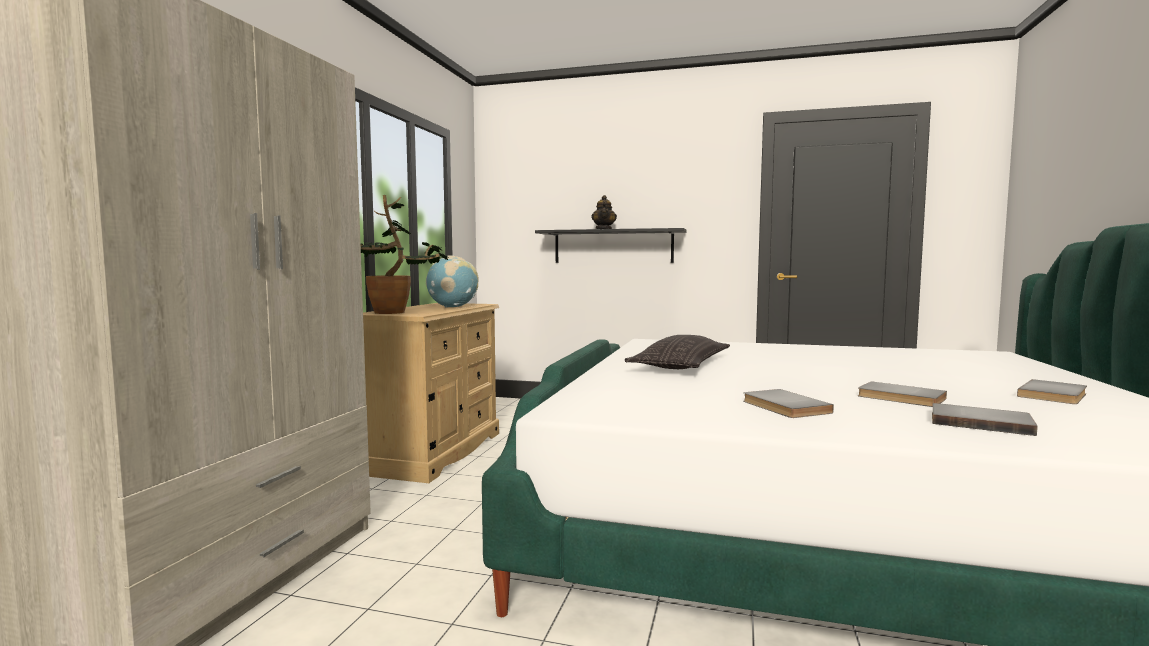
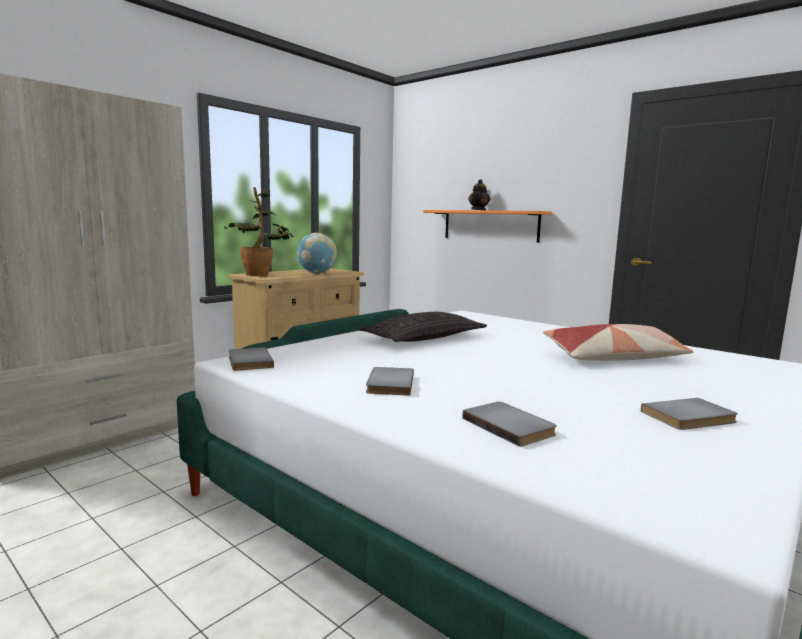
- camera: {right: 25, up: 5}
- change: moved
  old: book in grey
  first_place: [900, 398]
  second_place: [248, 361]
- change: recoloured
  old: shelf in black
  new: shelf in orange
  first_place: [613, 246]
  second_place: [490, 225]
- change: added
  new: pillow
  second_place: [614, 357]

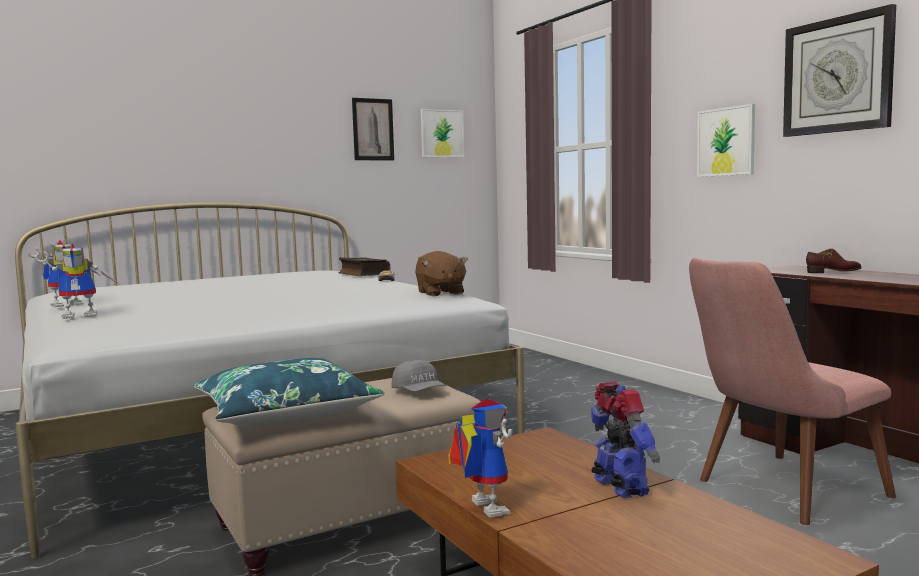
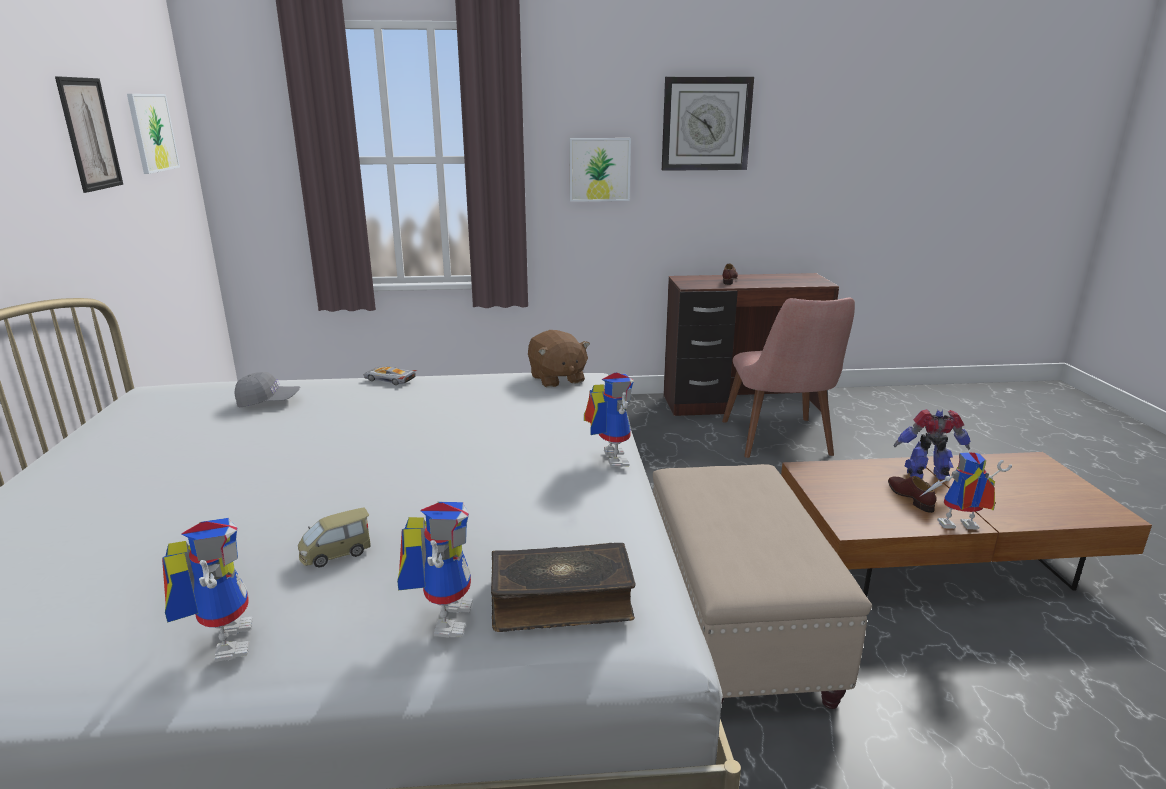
- camera: {right: -65, up: 15}
- change: moved
  old: cap in grey
  first_place: [419, 392]
  second_place: [268, 402]
- change: added
  new: toy car
  second_place: [336, 553]
- change: moved
  old: book
  first_place: [363, 274]
  second_place: [561, 601]
- change: turned
  old: plush toy in brown
  first_place: [440, 293]
  second_place: [556, 379]
  degrees: 60
- change: added
  new: toy robot
  second_place: [608, 458]
- change: added
  new: shoe in brown
  second_place: [910, 497]
- change: removed
  old: pillow in blue
  first_place: [286, 413]

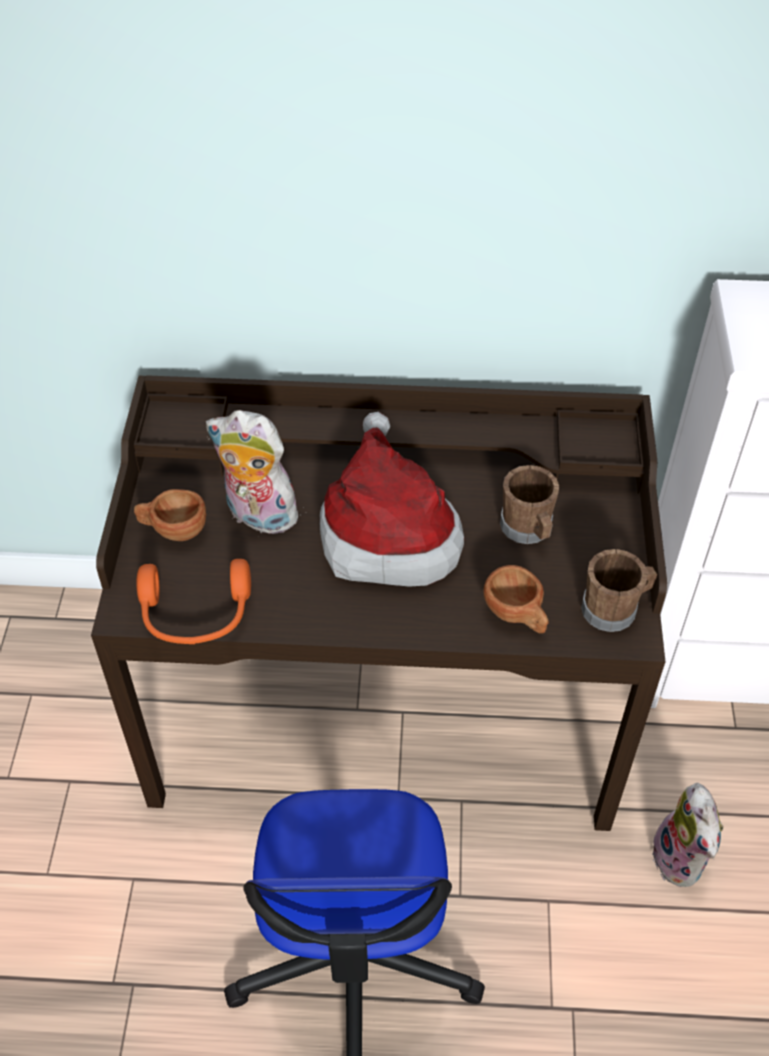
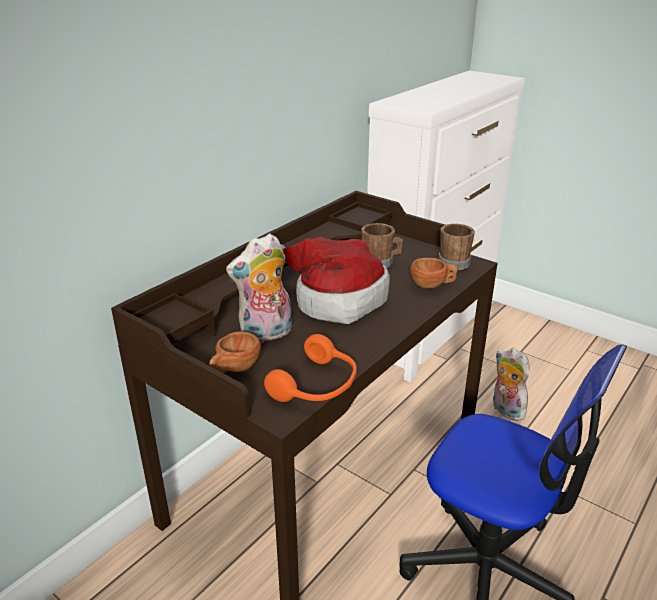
- camera: {right: -55, up: -20}
- change: turned
  old: plush toy
  first_place: [682, 859]
  second_place: [505, 410]
  degrees: -150

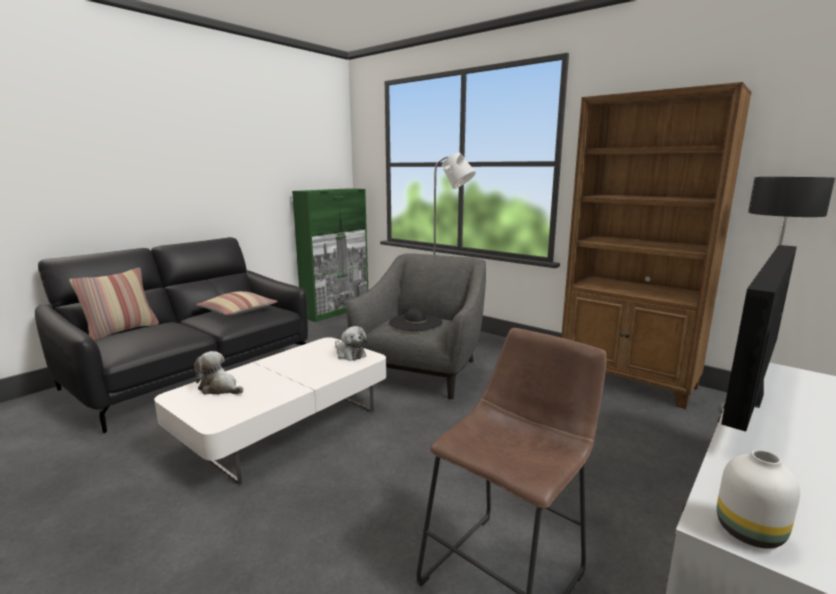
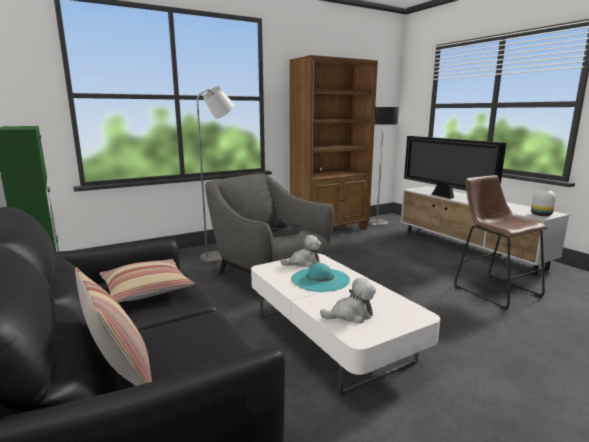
- camera: {right: -70, up: 0}
- change: added
  new: hat in turquoise
  second_place: [320, 279]
- change: turned
  old: plush toy
  first_place: [220, 388]
  second_place: [351, 315]
  degrees: -150

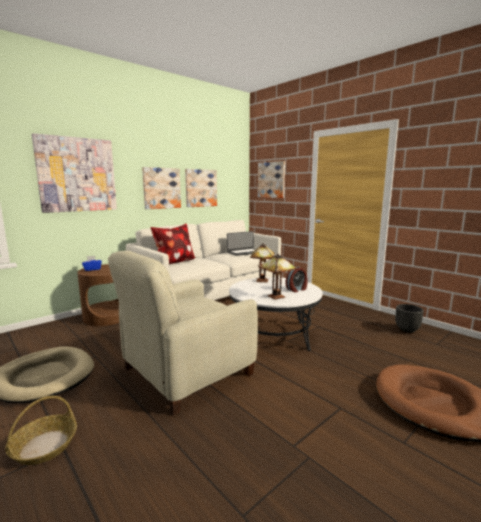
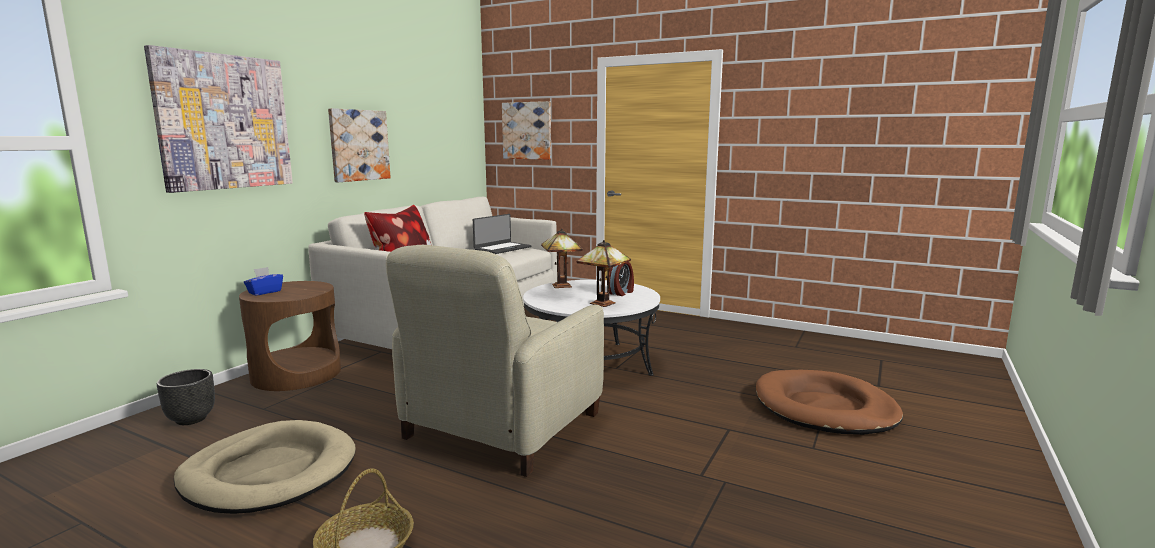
- camera: {right: -20, up: 0}
- change: moved
  old: planter in black
  first_place: [407, 330]
  second_place: [192, 419]
- change: removed
  old: picture
  first_place: [201, 188]

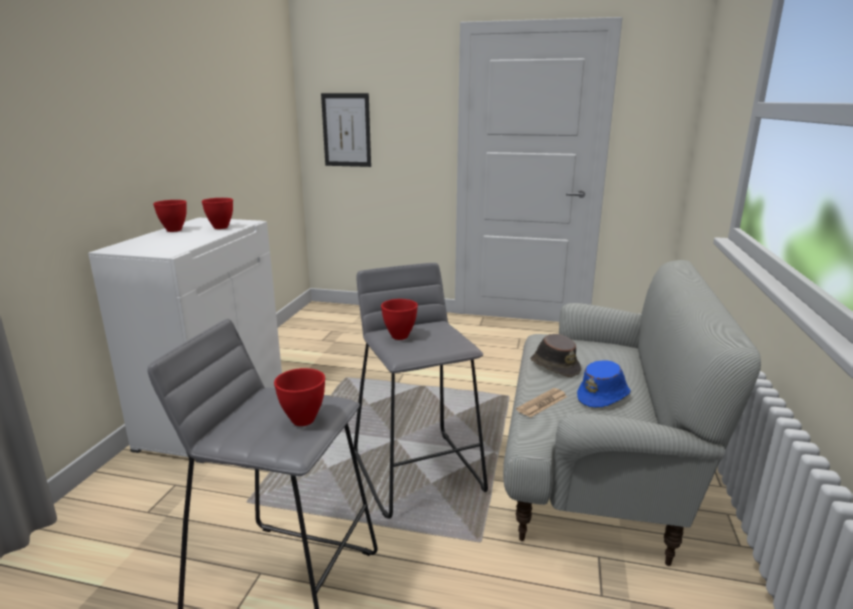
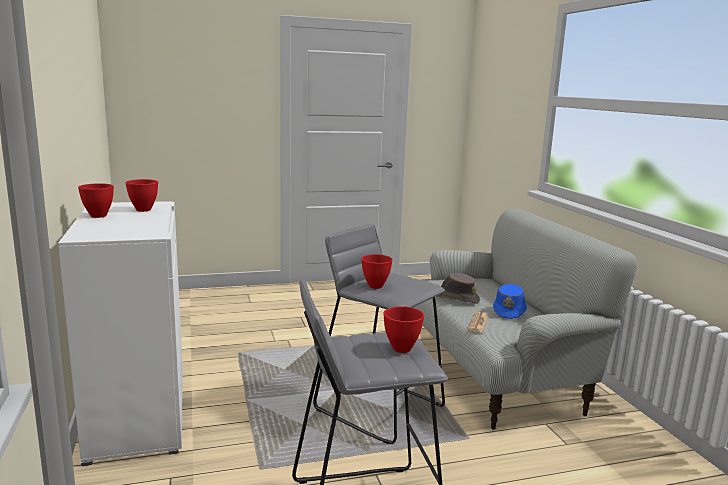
- camera: {right: -30, up: -5}
- change: removed
  old: picture
  first_place: [346, 130]

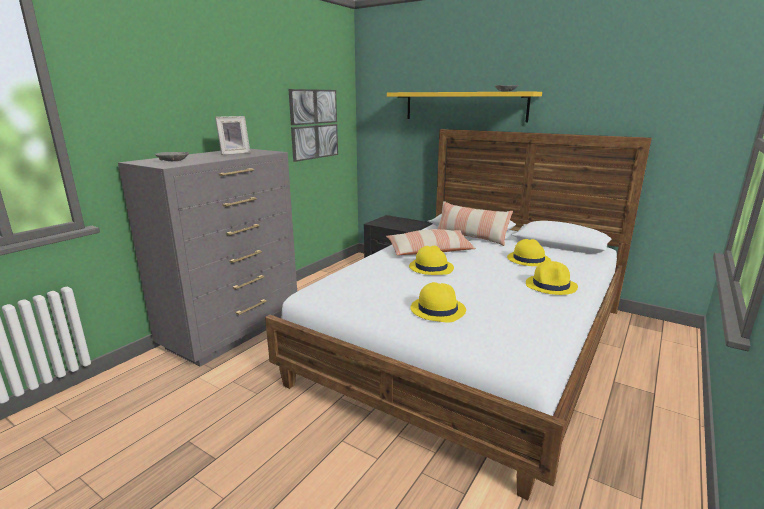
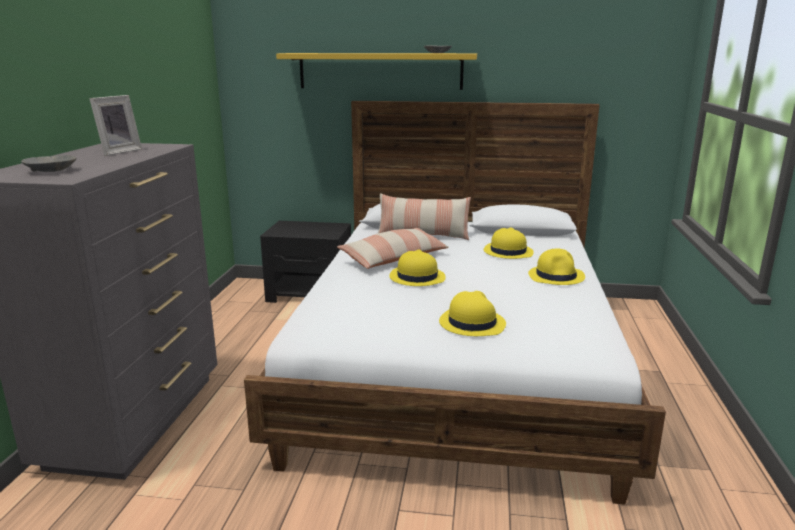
- camera: {right: -25, up: 0}
- change: removed
  old: picture
  first_place: [314, 124]

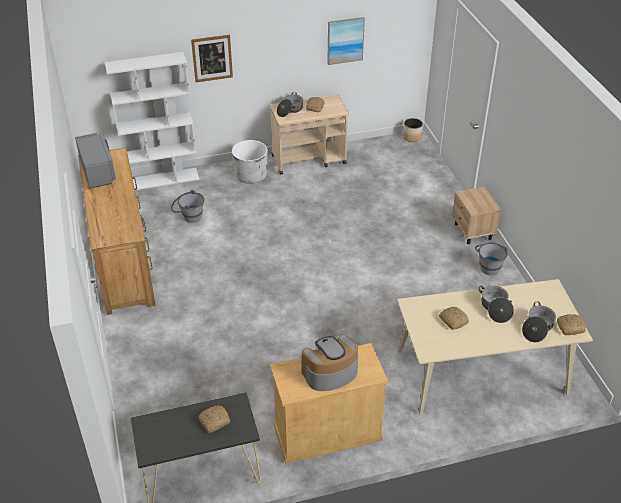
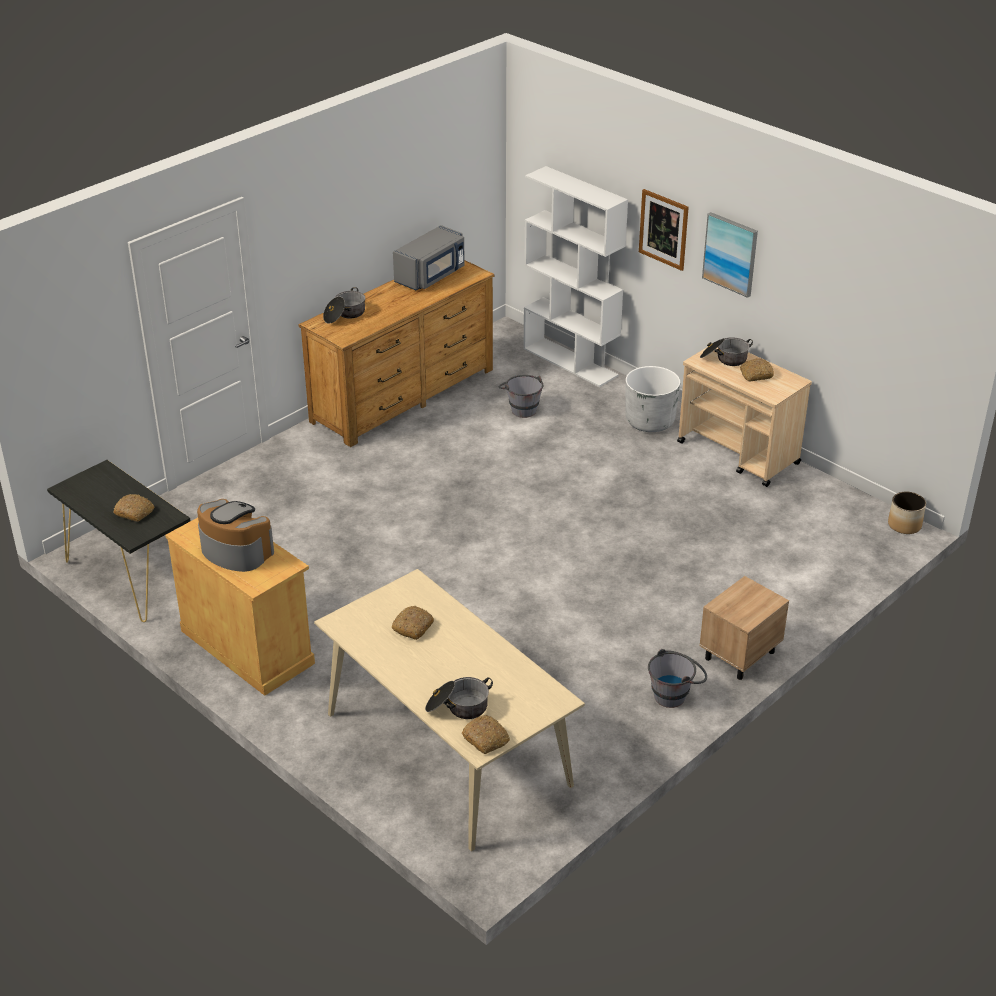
- camera: {right: 60, up: -5}
- change: moved
  old: cooking pot
  first_place: [495, 308]
  second_place: [345, 315]
- change: moved
  old: picture
  first_place: [345, 40]
  second_place: [730, 254]

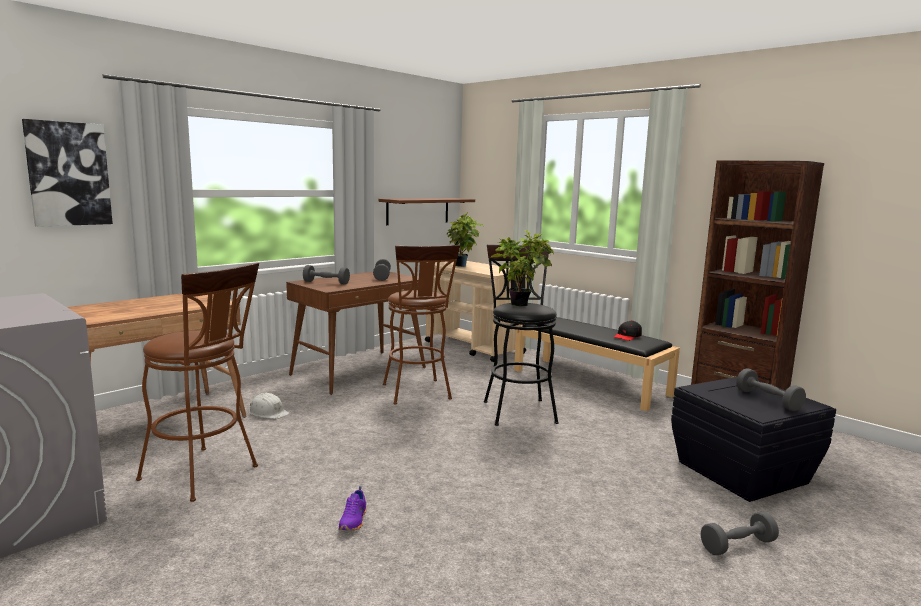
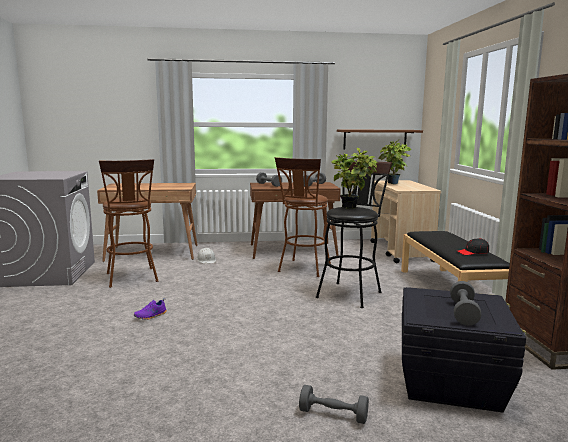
- camera: {right: 40, up: 0}
- change: removed
  old: picture
  first_place: [68, 174]

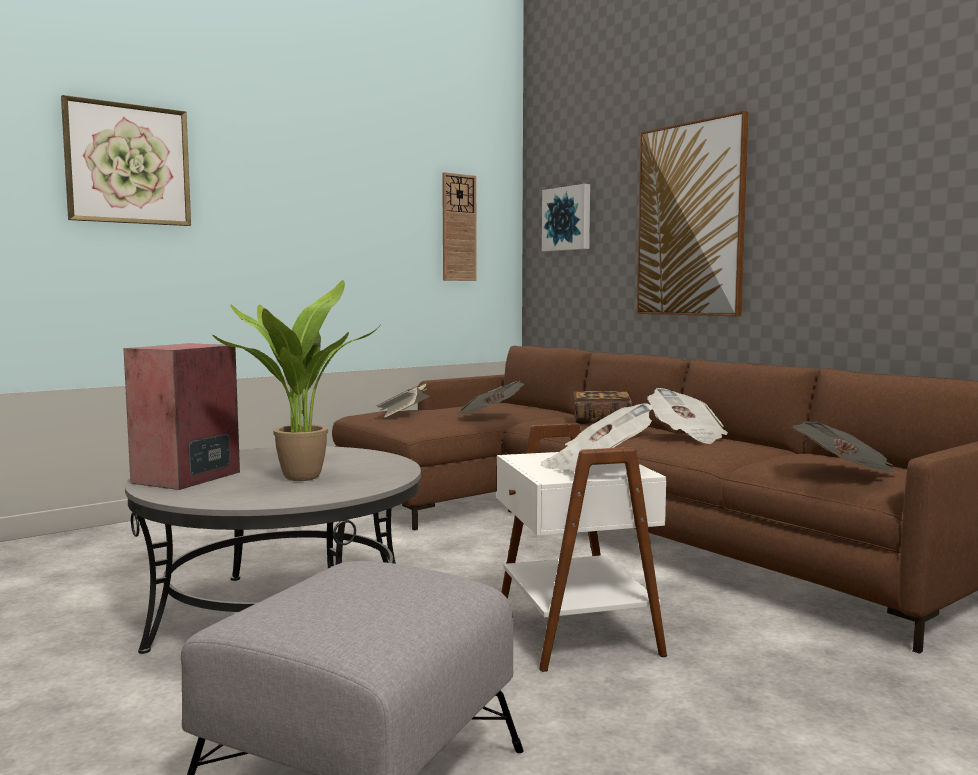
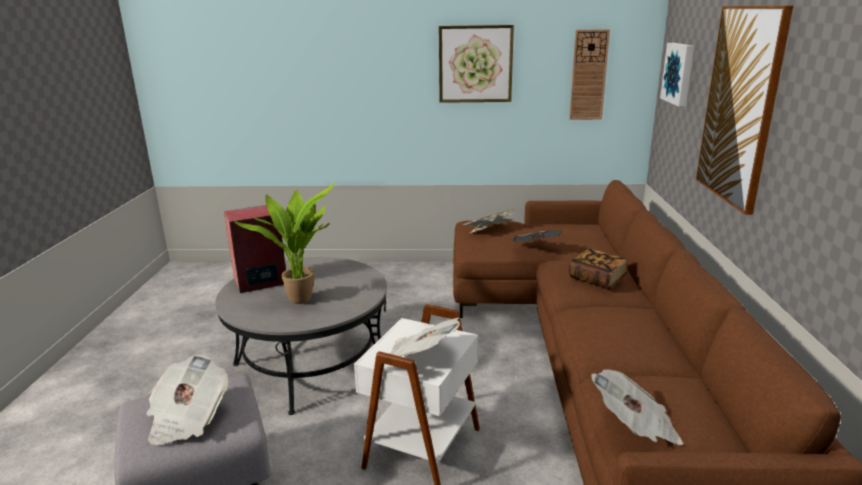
- camera: {right: 40, up: 15}
- change: moved
  old: newspaper
  first_place: [686, 437]
  second_place: [187, 418]
- change: moved
  old: picture
  first_place: [128, 164]
  second_place: [475, 64]

